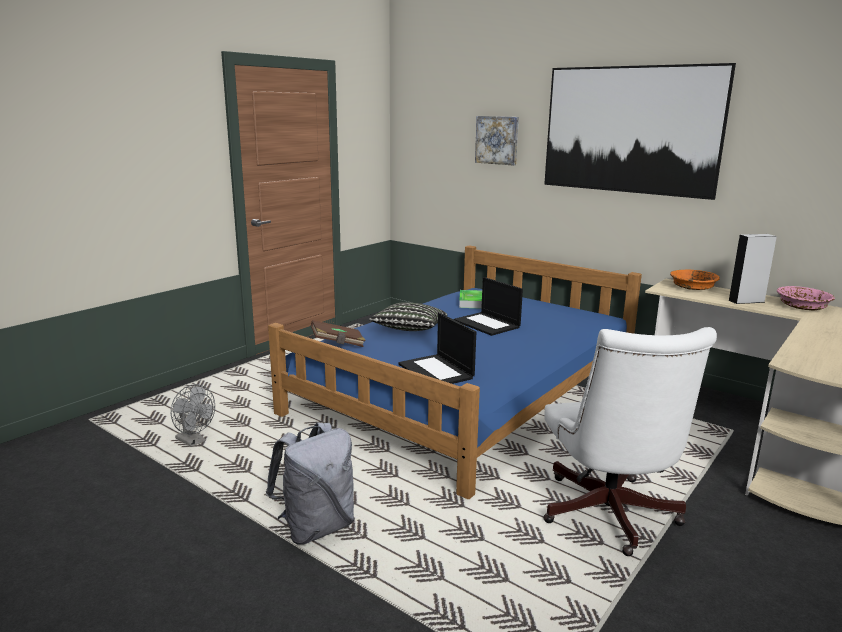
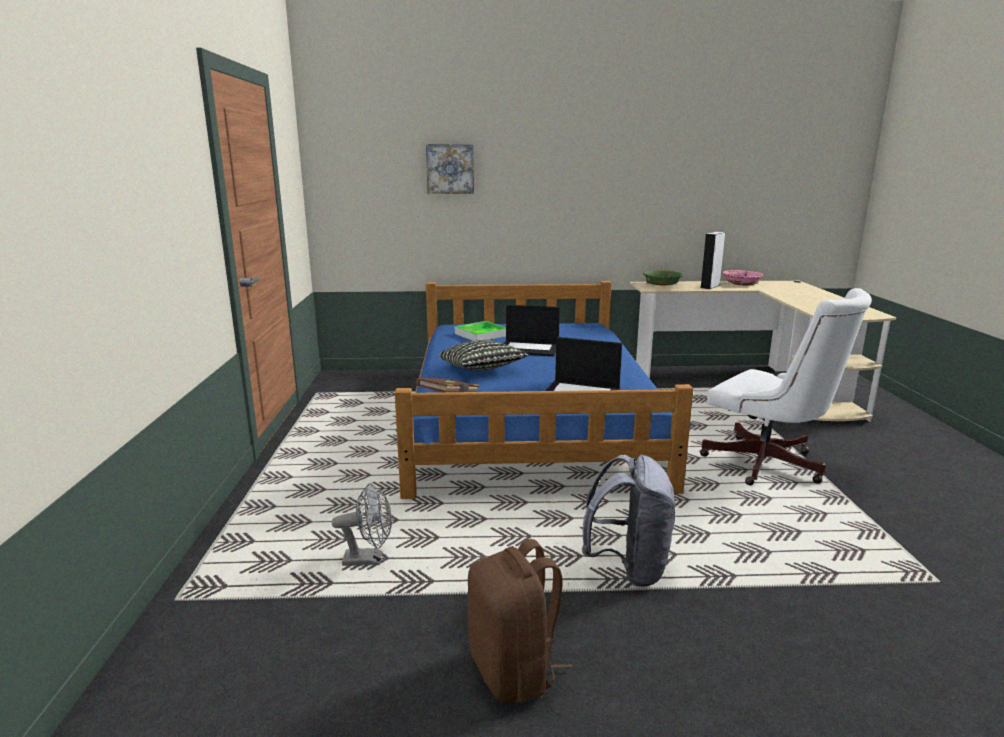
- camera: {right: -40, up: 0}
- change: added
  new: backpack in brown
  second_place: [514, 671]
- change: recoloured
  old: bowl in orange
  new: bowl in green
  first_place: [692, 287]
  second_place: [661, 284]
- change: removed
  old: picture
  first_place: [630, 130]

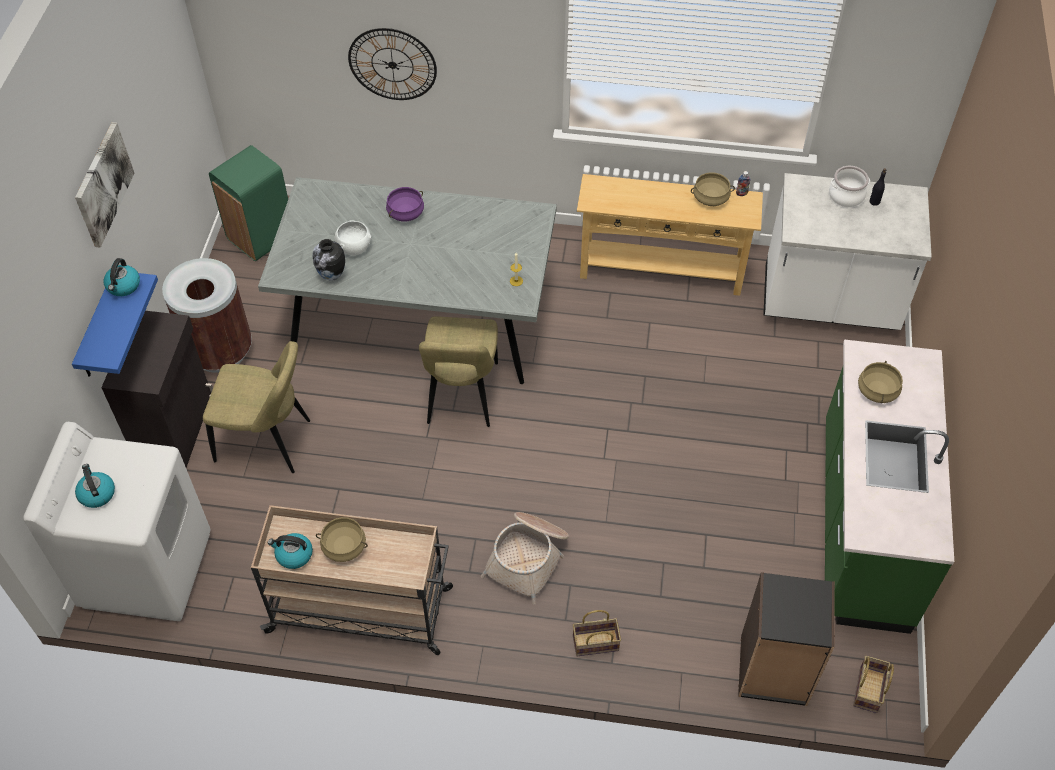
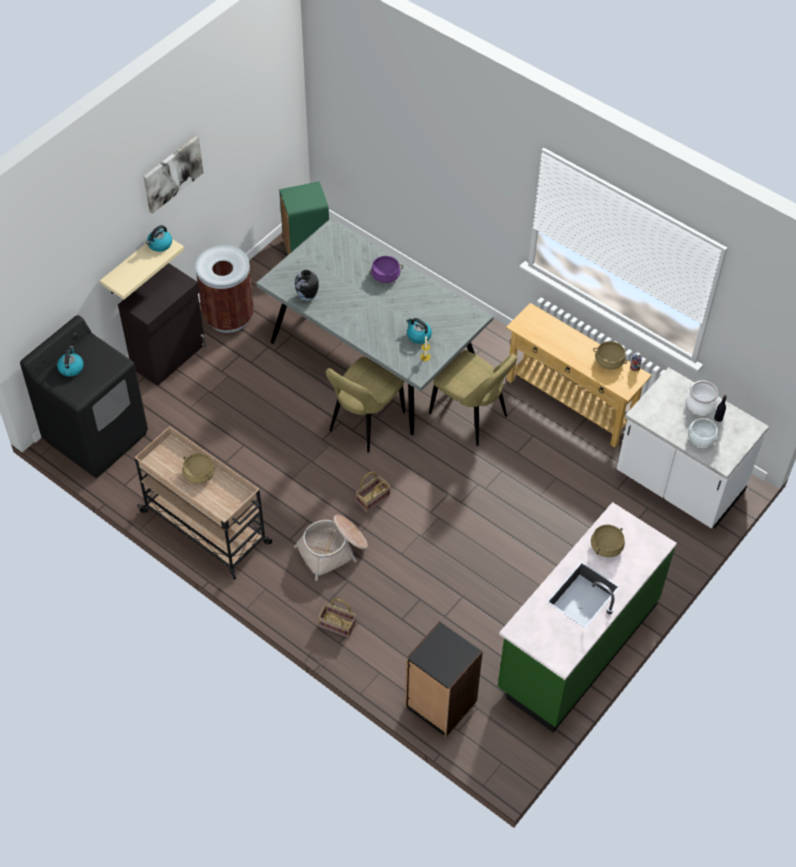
- camera: {right: 30, up: 0}
- change: recoloured
  old: washing machine in white
  new: washing machine in black
  first_place: [147, 569]
  second_place: [96, 436]
- change: recoloured
  old: shelf in blue
  new: shelf in beige
  first_place: [98, 328]
  second_place: [132, 265]
- change: moved
  old: basket
  first_place: [869, 691]
  second_place: [373, 500]
- change: moved
  old: kettle
  first_place: [293, 555]
  second_place: [418, 335]
- change: moved
  old: chair in beige
  first_place: [268, 441]
  second_place: [471, 417]
- change: moved
  old: bowl in white
  first_place: [354, 247]
  second_place: [700, 439]
- change: removed
  old: wall clock
  first_place: [392, 64]

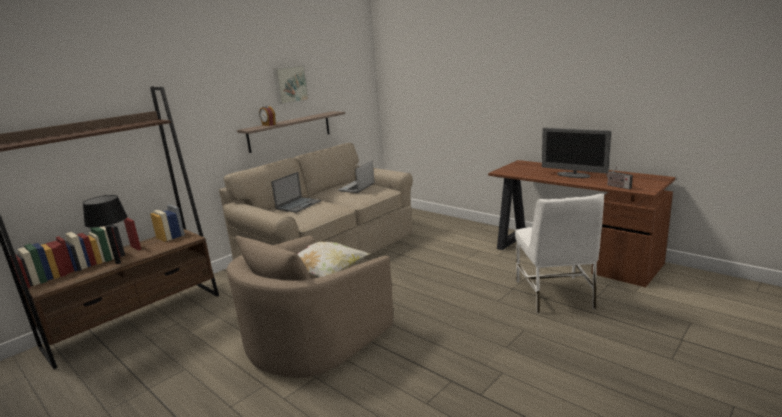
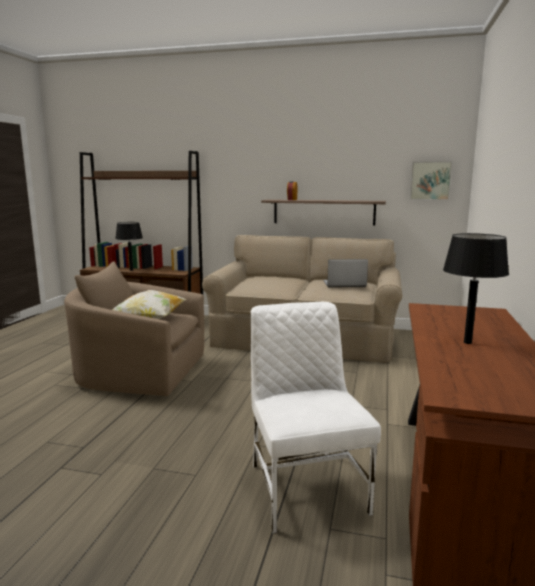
- camera: {right: 60, up: -5}
- change: turned
  old: chair in white
  first_place: [555, 295]
  second_place: [305, 487]
  degrees: 105
- change: moved
  old: picture
  first_place: [290, 84]
  second_place: [430, 180]
- change: replaced
  old: monitor
  new: table lamp in black
  first_place: [573, 175]
  second_place: [468, 342]
- change: removed
  old: laptop
  first_place: [299, 205]
- change: removed
  old: radio
  first_place: [617, 186]

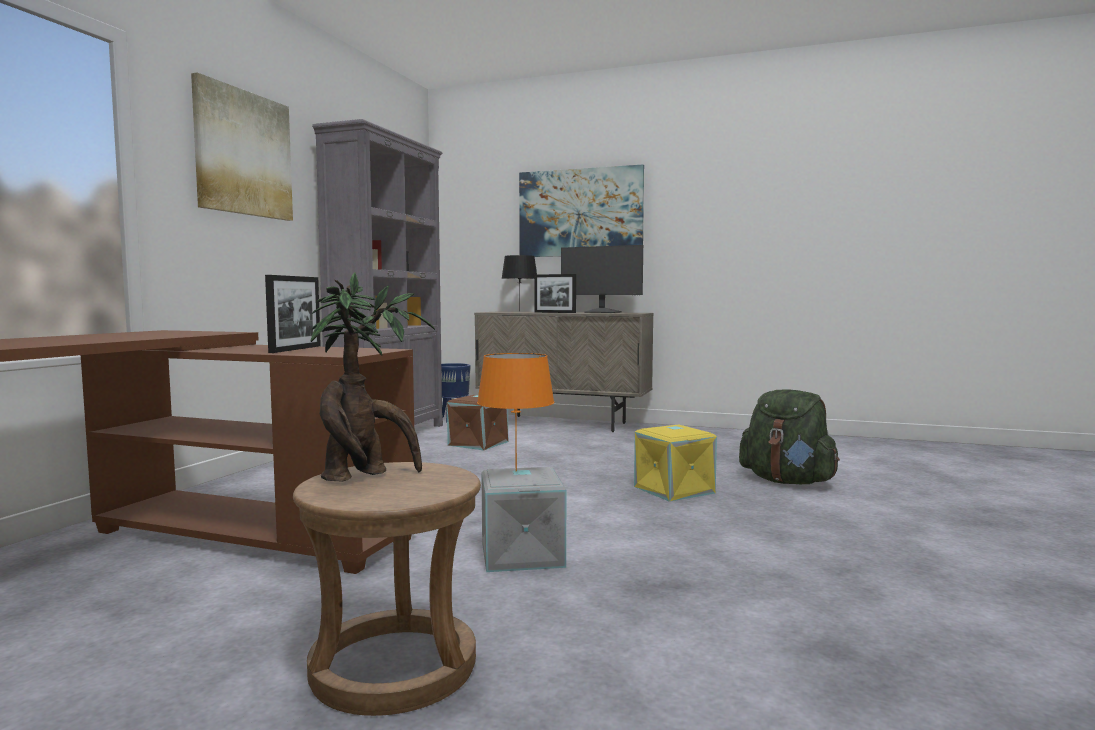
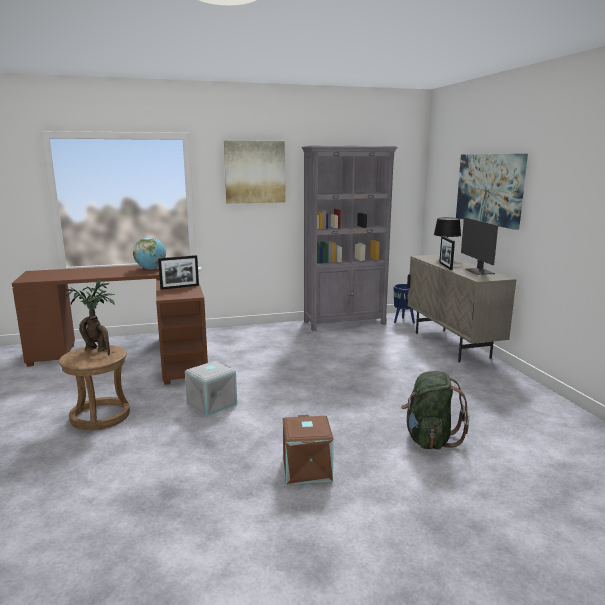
- camera: {right: 55, up: 10}
- change: added
  new: globe
  second_place: [151, 268]
- change: moved
  old: storage box in brown
  first_place: [479, 443]
  second_place: [308, 469]
- change: removed
  old: table lamp in orange
  first_place: [516, 471]
- change: removed
  old: storage box in yellow
  first_place: [675, 490]

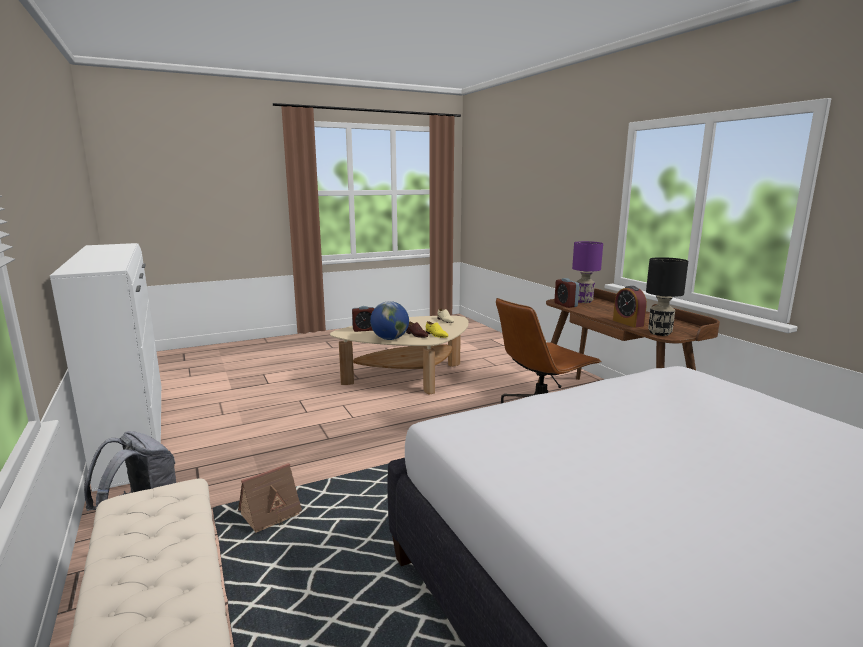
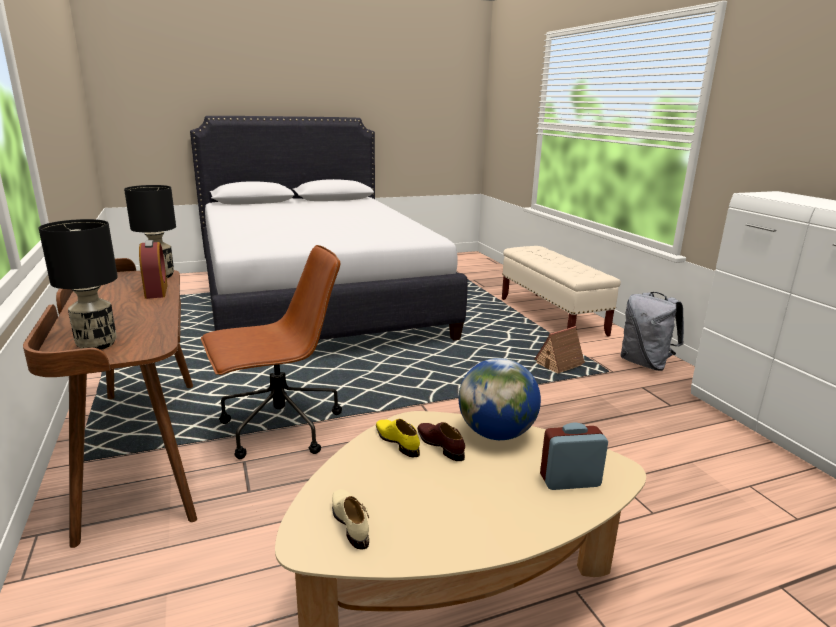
- camera: {right: -175, up: 5}
- change: recoloured
  old: table lamp in purple
  new: table lamp in black
  first_place: [584, 301]
  second_place: [97, 345]
- change: removed
  old: alarm clock
  first_place: [565, 305]

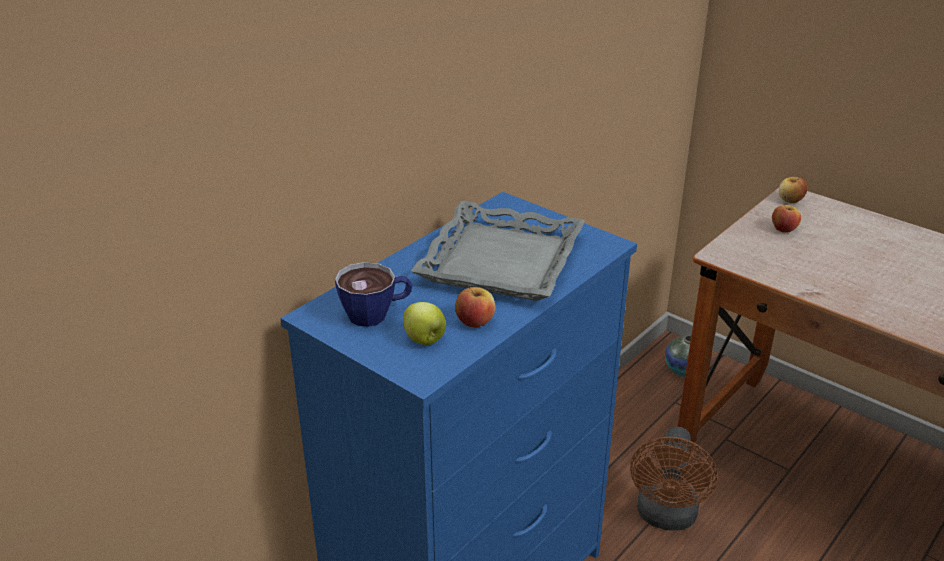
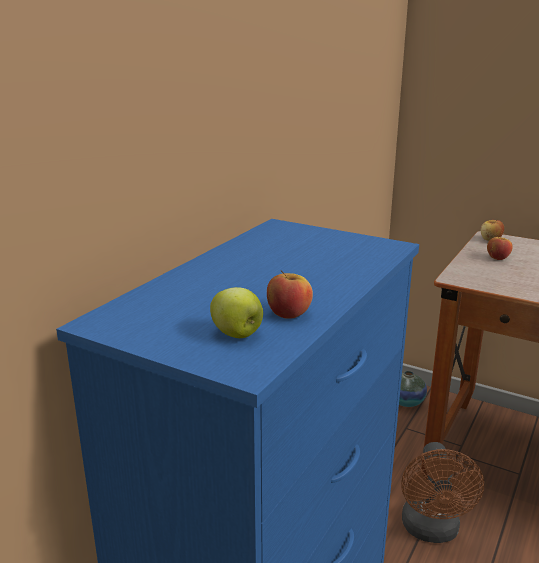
- camera: {right: -10, up: -10}
- change: removed
  old: cup
  first_place: [377, 314]
- change: removed
  old: tray in grey
  first_place: [502, 262]

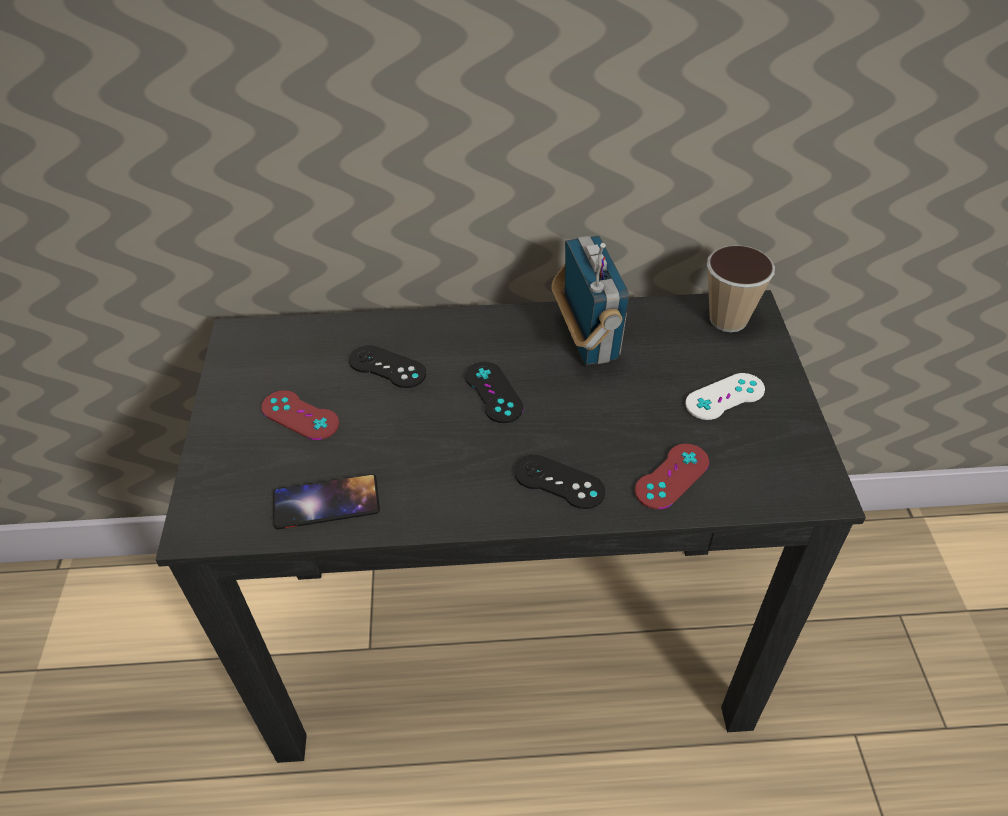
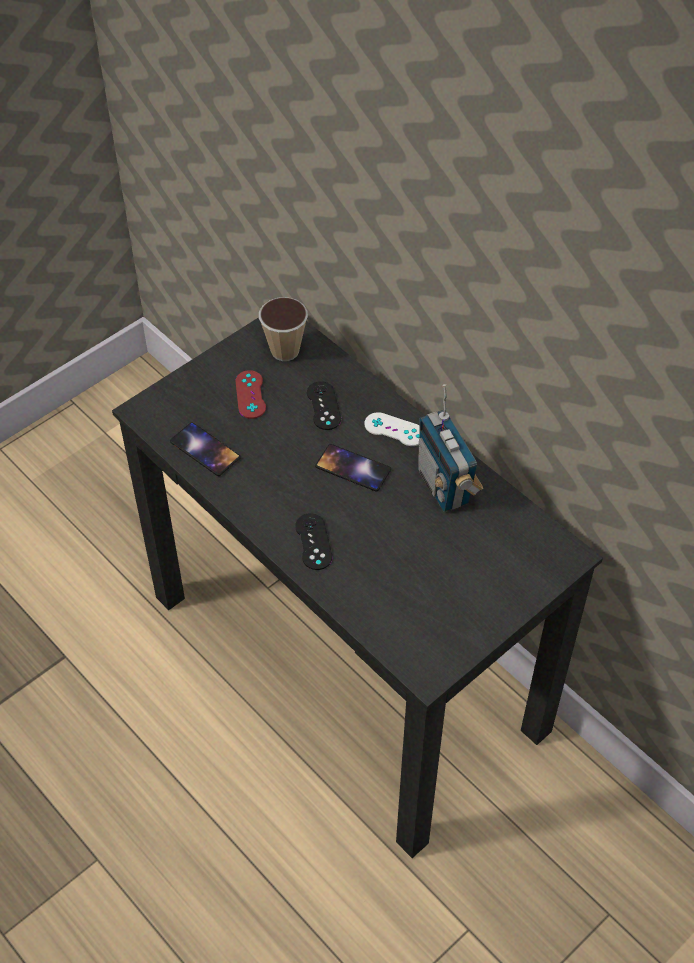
- camera: {right: 50, up: 5}
- change: moved
  old: cup
  first_place: [728, 319]
  second_place: [285, 351]
- change: replaced
  old: game controller in black
  new: phone
  first_place: [493, 392]
  second_place: [353, 468]
- change: moved
  old: game controller in white
  first_place: [725, 397]
  second_place: [395, 429]
- change: turned
  old: radio
  first_place: [588, 340]
  second_place: [445, 486]
  degrees: 120
- change: removed
  old: game controller in red
  first_place: [672, 476]

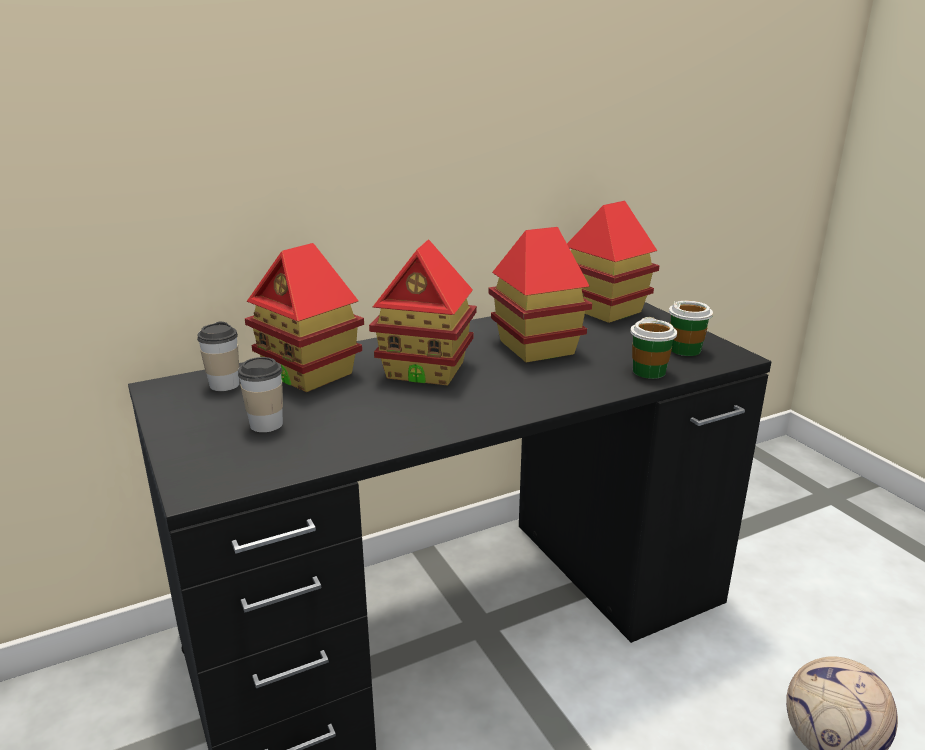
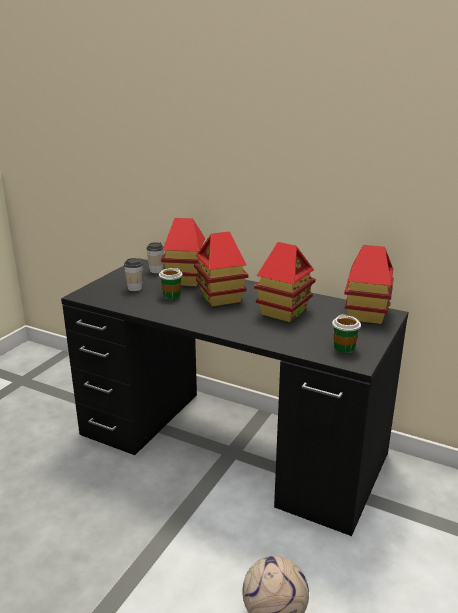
- camera: {right: 55, up: 0}
- change: moved
  old: cup
  first_place: [649, 371]
  second_place: [171, 295]

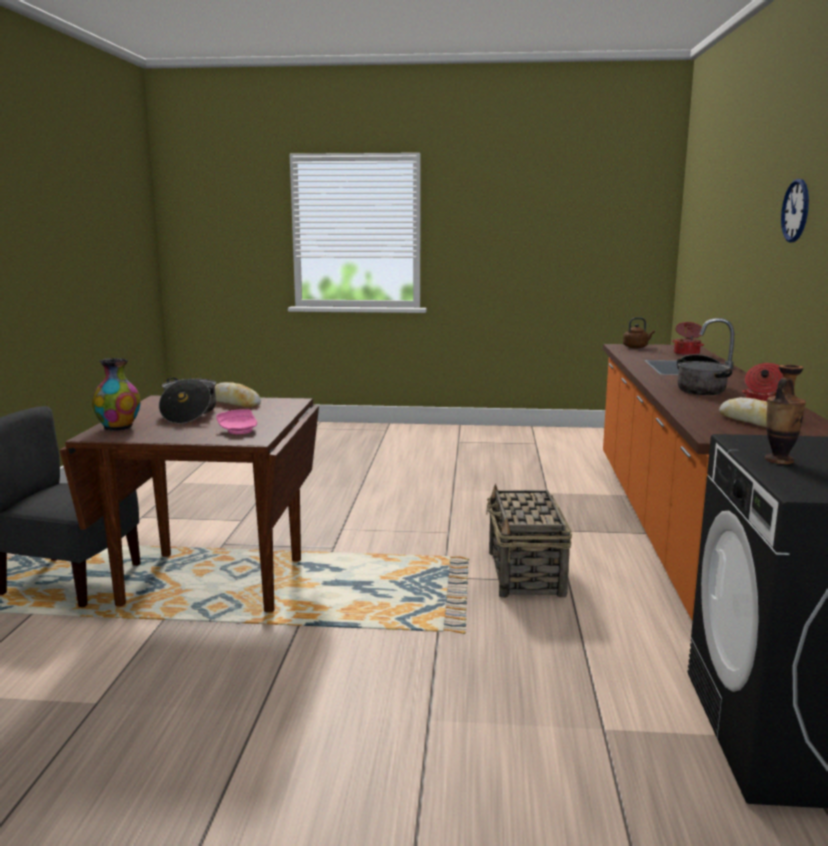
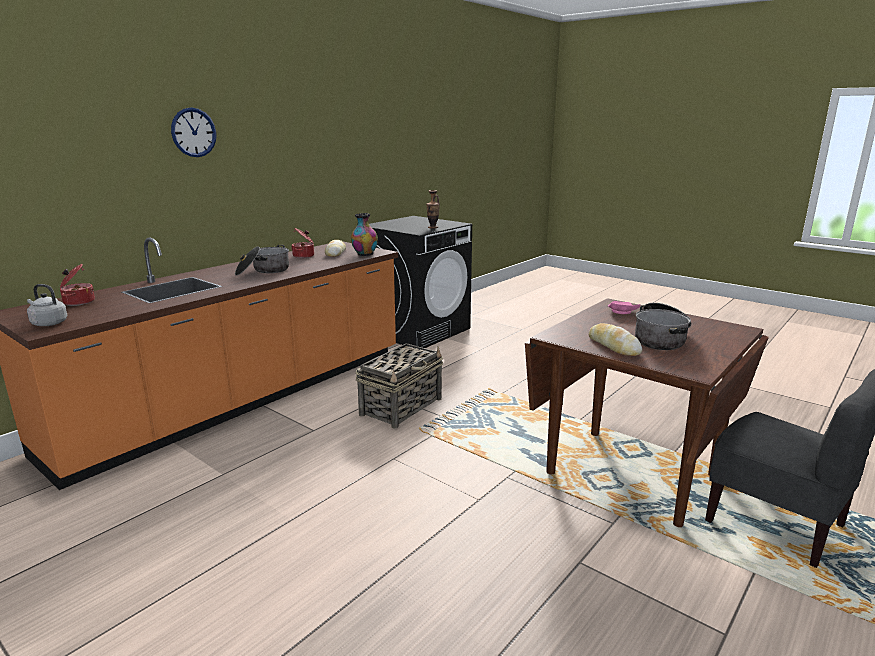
- camera: {right: -145, up: 5}
- change: recoloured
  old: kettle in brown
  new: kettle in grey
  first_place: [636, 347]
  second_place: [48, 323]
- change: moved
  old: vase
  first_place: [119, 428]
  second_place: [364, 254]

